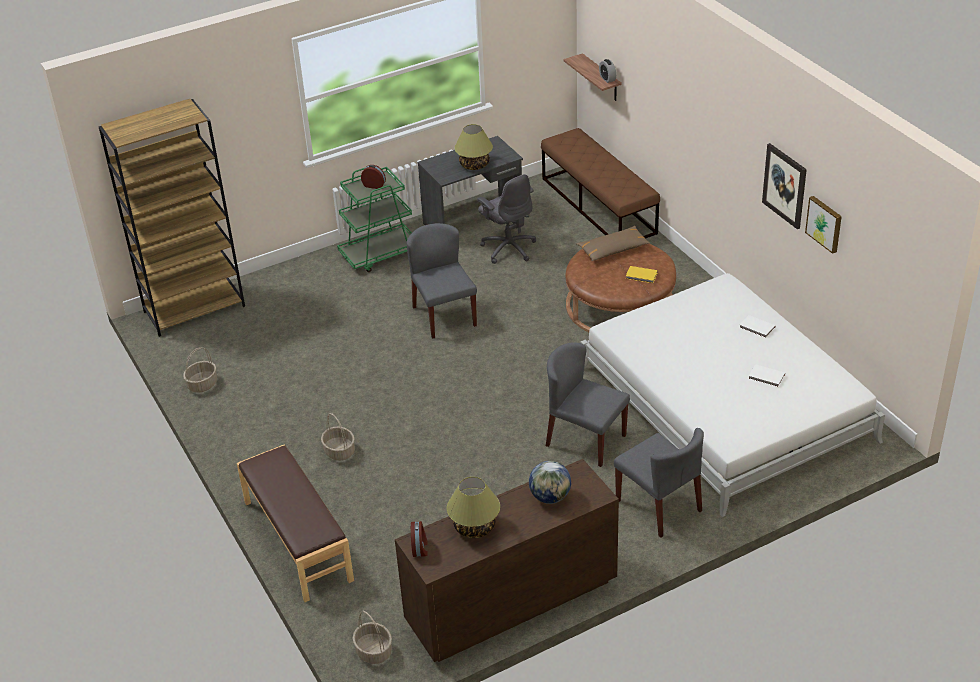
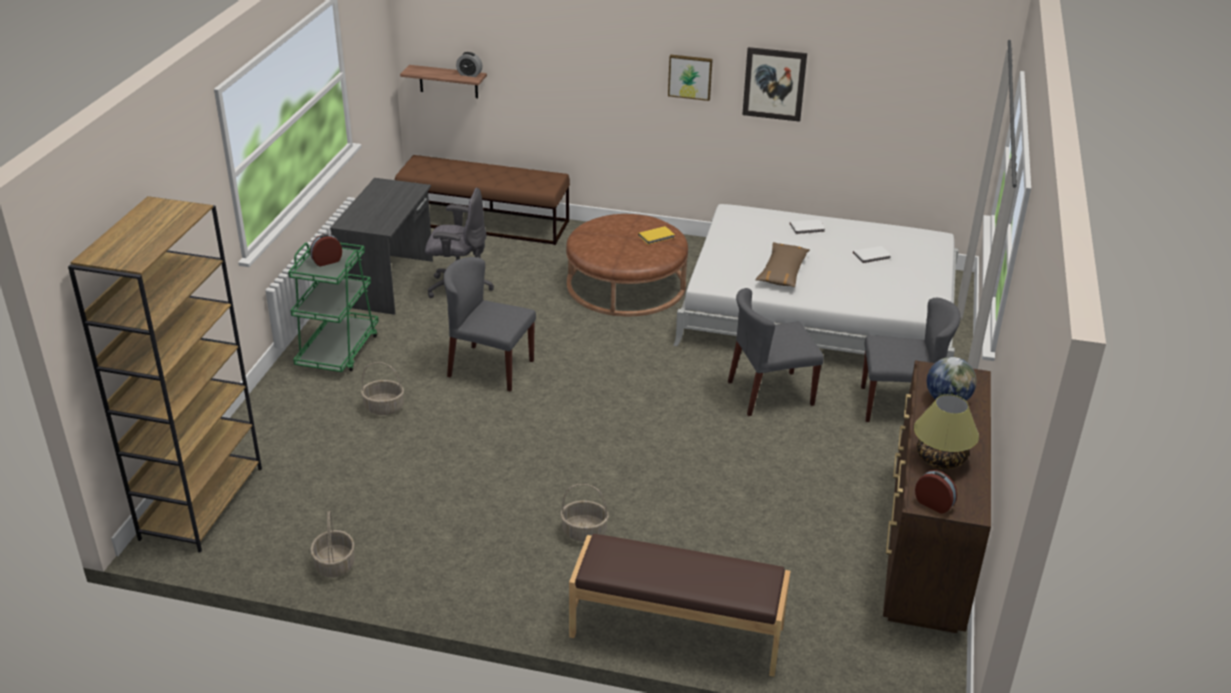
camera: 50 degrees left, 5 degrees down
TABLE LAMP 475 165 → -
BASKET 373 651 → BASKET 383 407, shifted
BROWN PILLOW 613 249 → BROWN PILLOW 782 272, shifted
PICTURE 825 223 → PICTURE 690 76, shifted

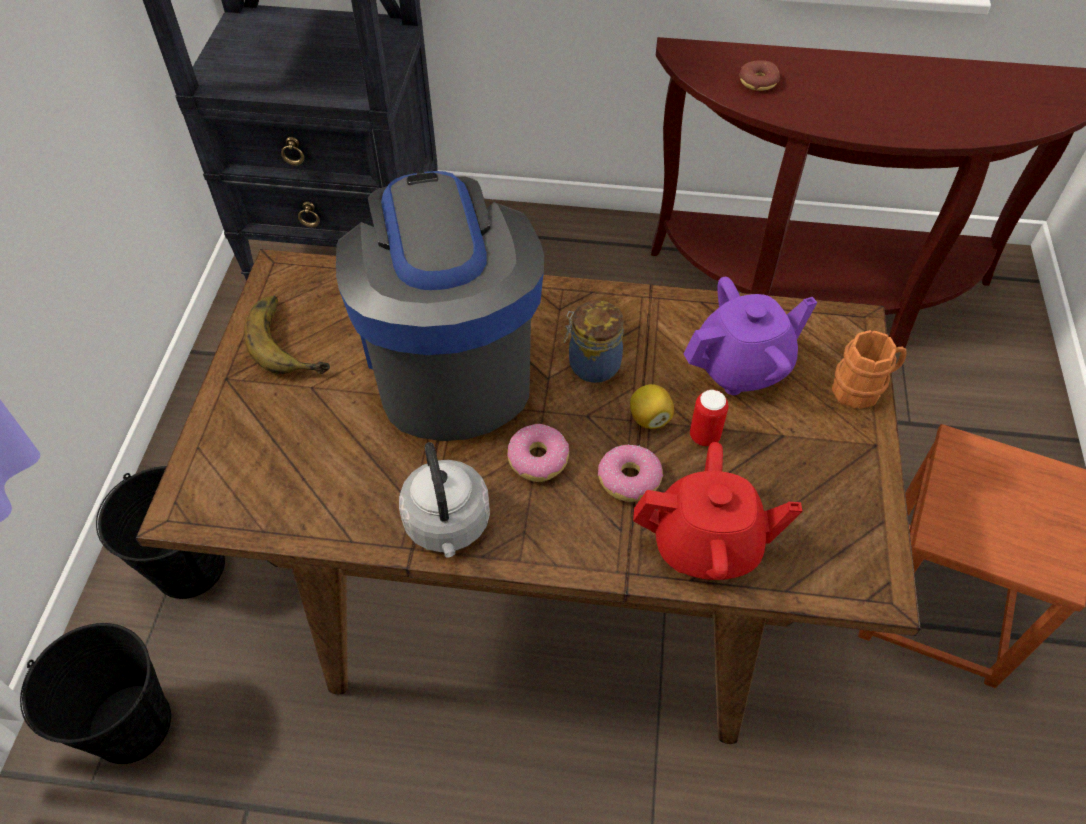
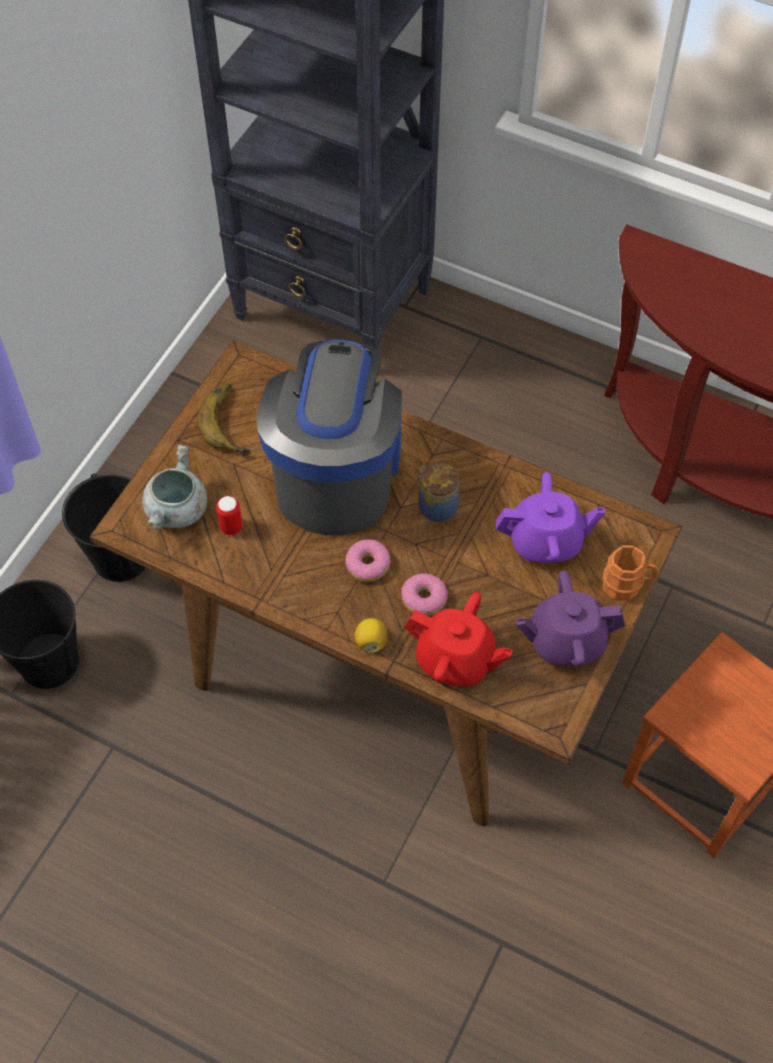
camera: 20 degrees right, 5 degrees up
GREY KETTLE 448 526 → -
DONUT 758 82 → -
- → GREY COOKING POT 177 511
- → PURPLE TEAPOT 565 641
LEMON 649 418 → LEMON 371 642, shifted
CAN 704 436 → CAN 231 527, shifted

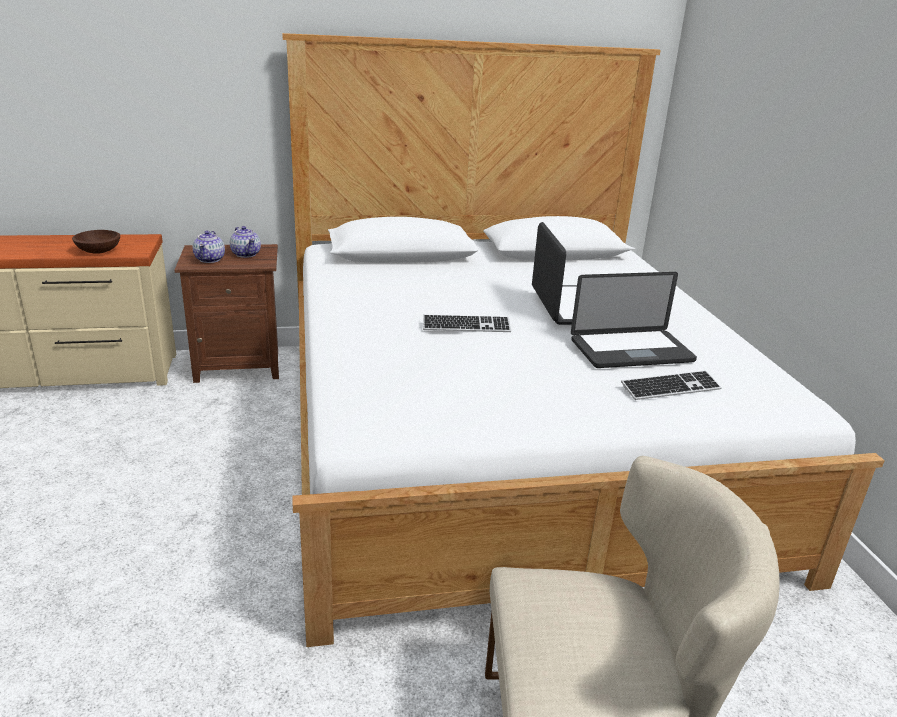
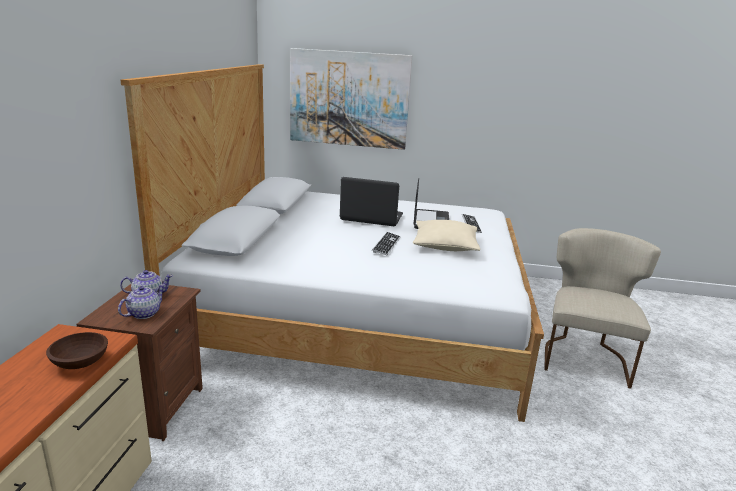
camera: 70 degrees left, 5 degrees down
- → PICTURE 349 99
- → BEIGE PILLOW 445 246
TEAPOT 210 259 → TEAPOT 143 314, 75 degrees counterclockwise

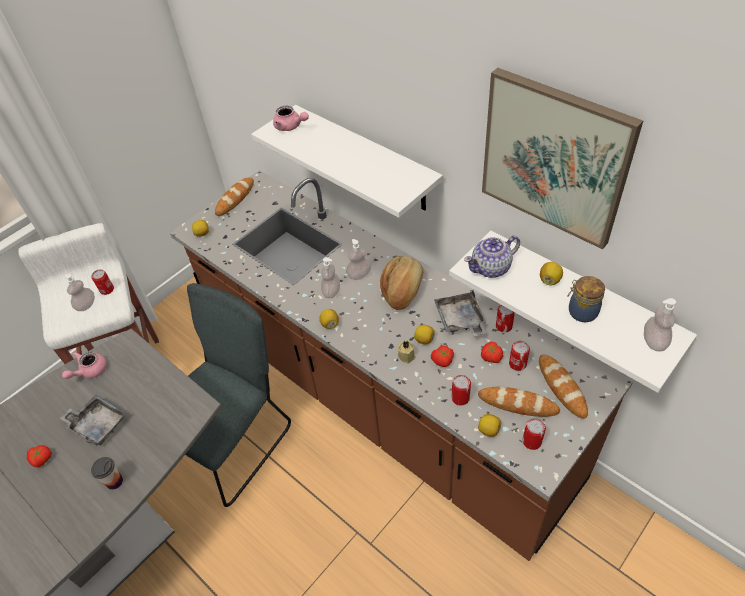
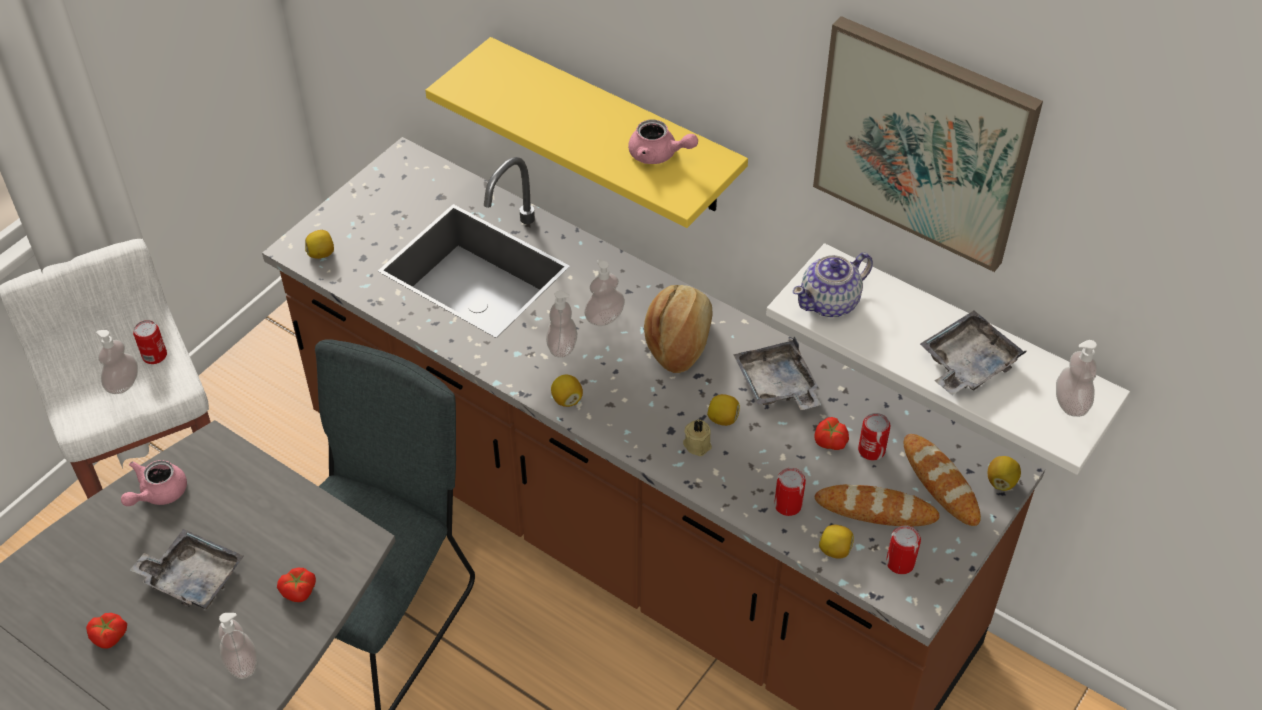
camera: 10 degrees left, 0 degrees up
BREAD 235 198 → -
CAN 504 326 → -
PINK TEAPOT 290 127 → PINK TEAPOT 658 155, shifted
TOMATO 443 361 → TOMATO 299 592, shifted
LEMON 549 280 → LEMON 1001 481, shifted
CUP 114 481 → SOAP DISPENSER 242 663
JAR 581 311 → GREY TRAY 967 364
WHITE SHELF 366 159 → YELLOW SHELF 614 128

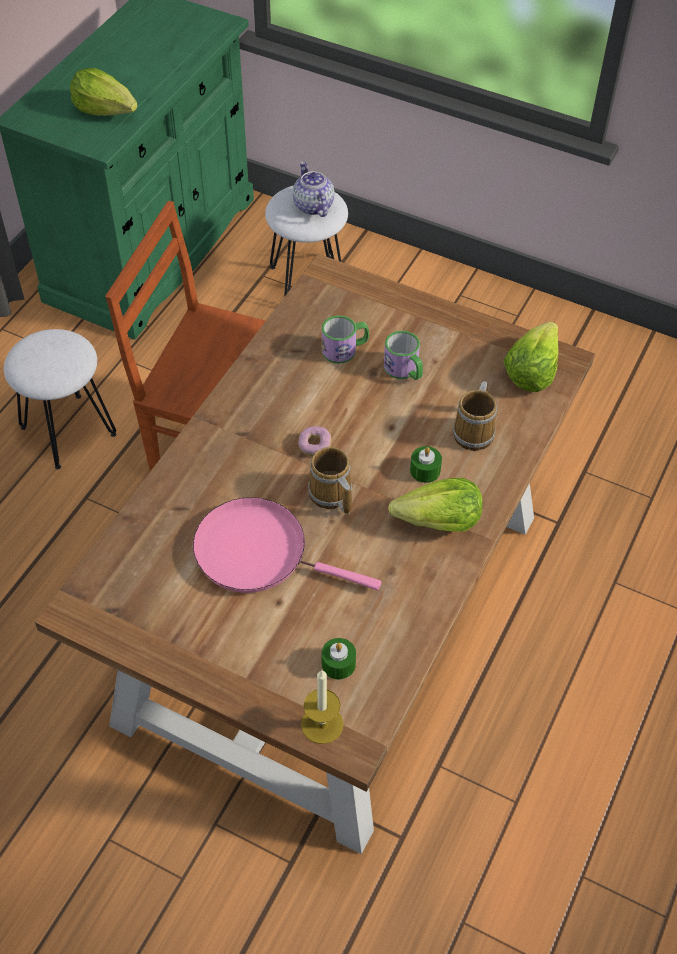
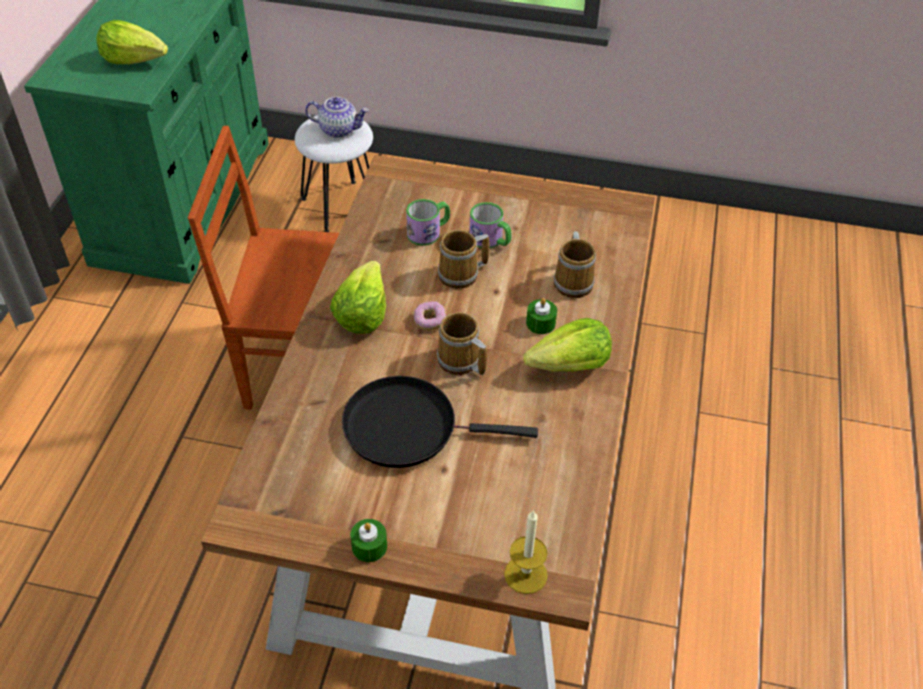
camera: 15 degrees left, 5 degrees down
WHITE STOOL 69 431 → -
- → MUG 461 275
GREEN CANDLE 338 664 → GREEN CANDLE 369 546, shifted
LETTUCE 531 370 → LETTUCE 362 313, shifted
PINK FRYING PAN 258 552 → BLACK FRYING PAN 408 427
TEAPOT 312 206 → TEAPOT 339 129, 135 degrees clockwise

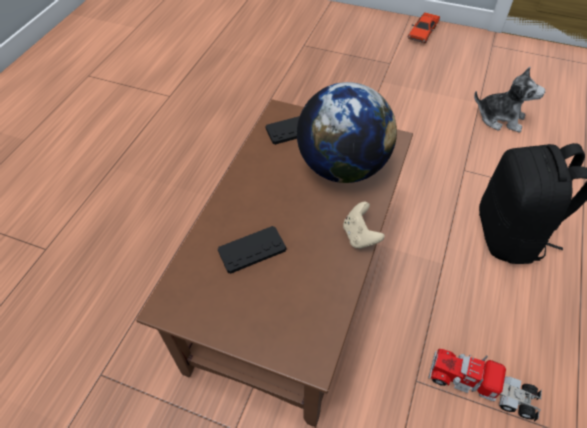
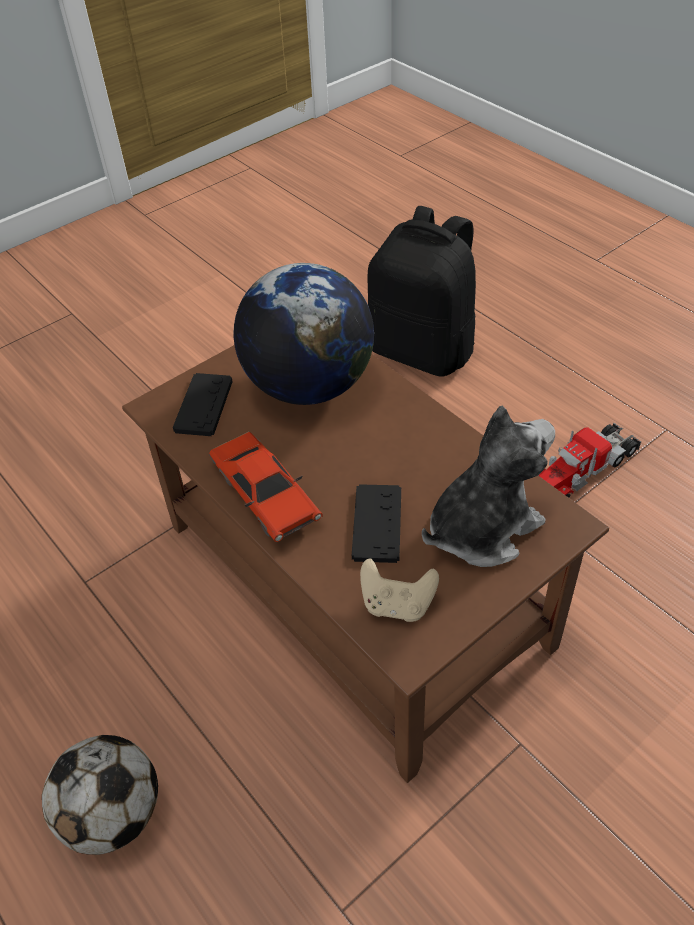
camera: 60 degrees left, 5 degrees down
- → FOOTBALL 114 813
BEIGE GAME CONTROLLER 360 236 → BEIGE GAME CONTROLLER 397 604, shifted
RED TOY CAR 423 32 → RED TOY CAR 265 495, shifted
PLUSH TOY 500 118 → PLUSH TOY 481 527, shifted

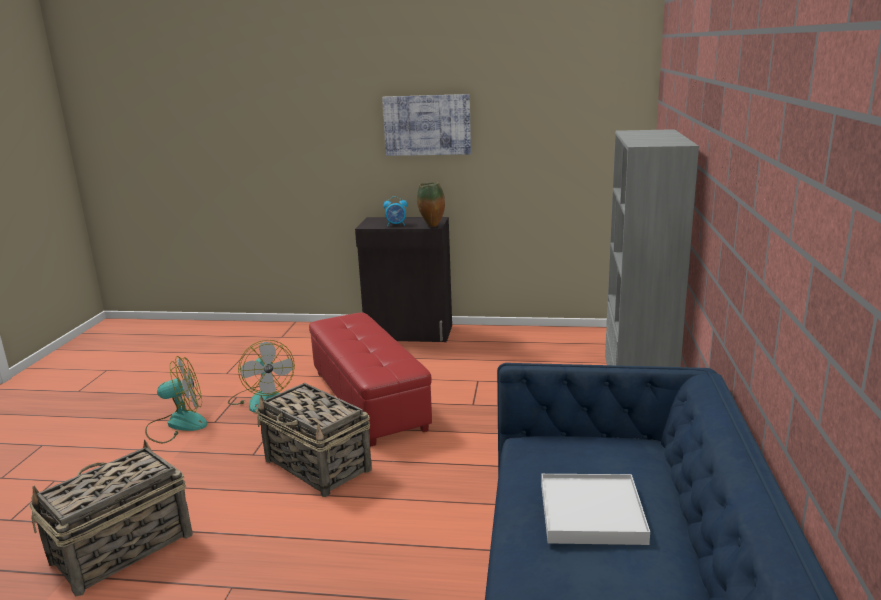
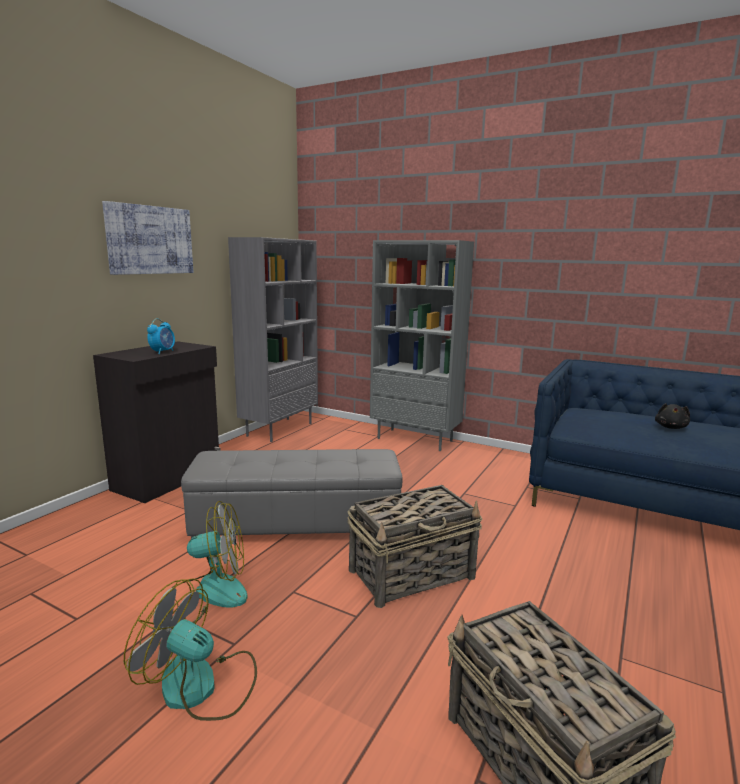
camera: 70 degrees left, 5 degrees down
VASE 431 226 → -
- → GREY BOOKCASE 279 429
WHITE TRAY 592 513 → BLACK PLUSH TOY 671 427
RED OTTOMAN 367 400 → GREY OTTOMAN 296 525
FAN 177 424 → FAN 201 687, 75 degrees counterclockwise

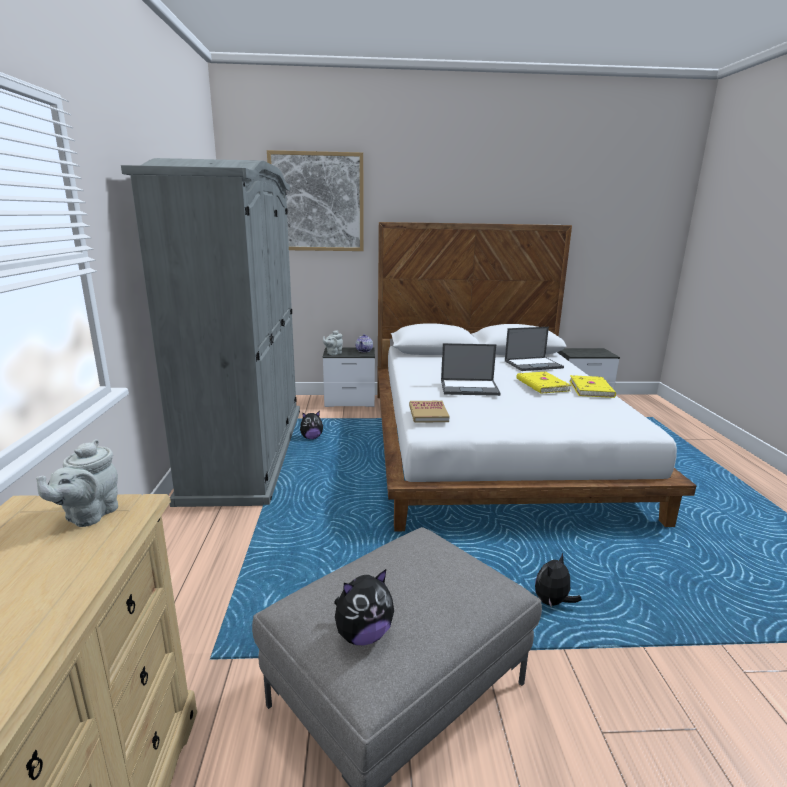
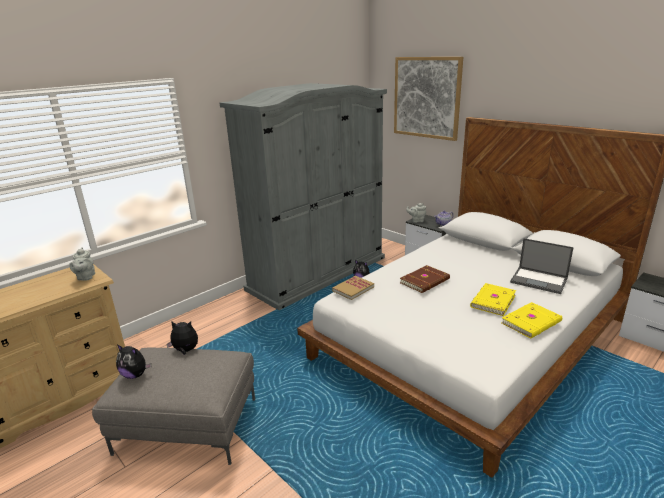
camera: 50 degrees right, 5 degrees up
PLUSH TOY 552 602 → PLUSH TOY 185 351, shifted
LAPTOP 470 388 → BROWN BOOK 425 281
GREY TEAPOT 89 515 → GREY TEAPOT 85 277, 75 degrees counterclockwise

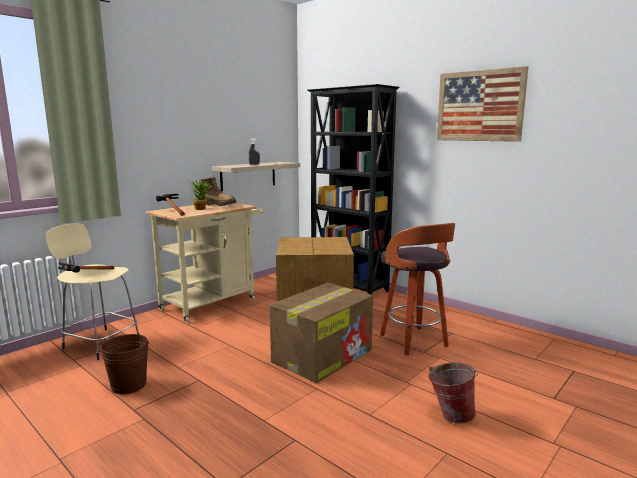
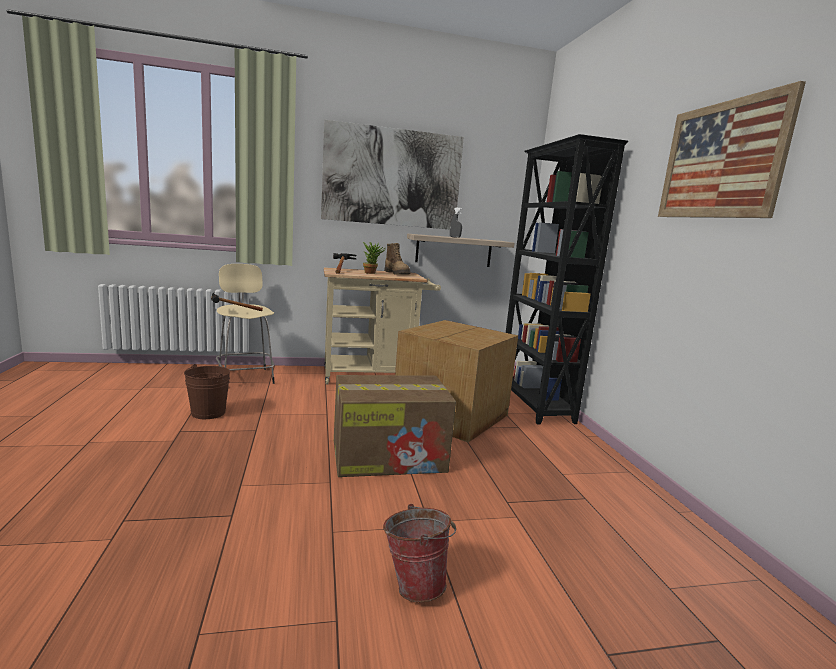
camera: 35 degrees right, 0 degrees up
STOOL 414 341 → -
- → PICTURE 392 177

